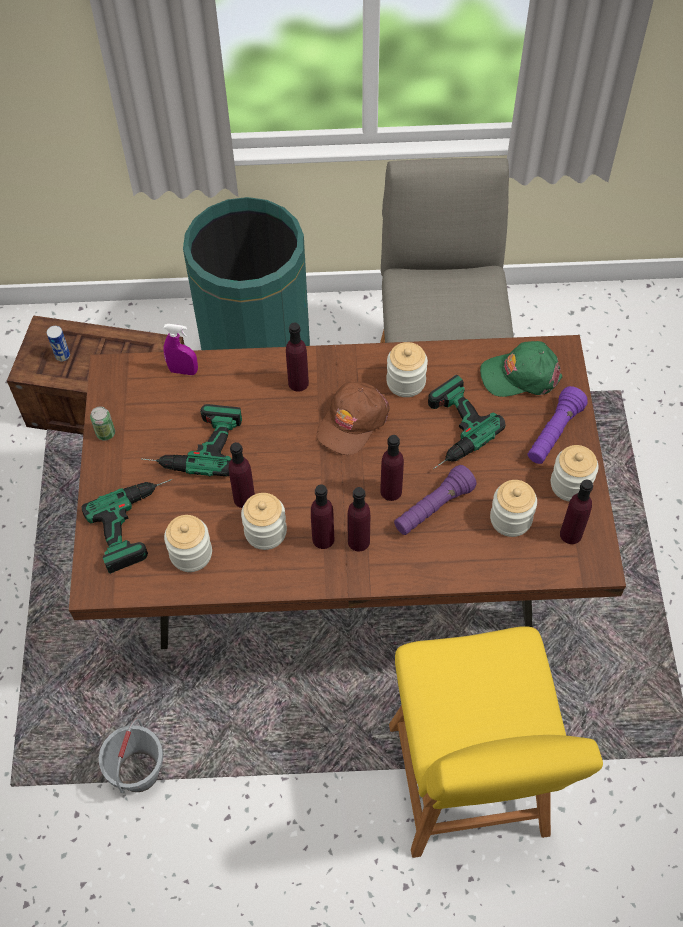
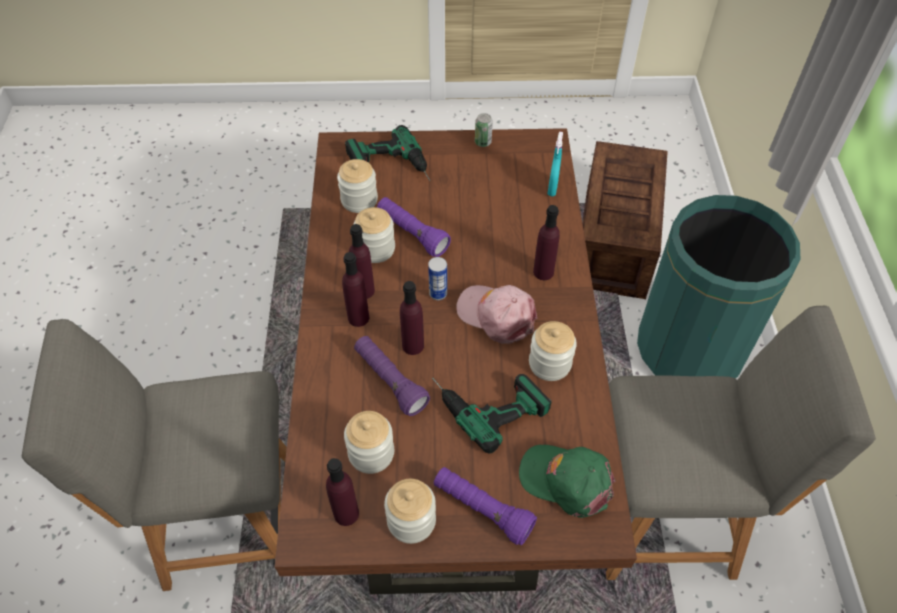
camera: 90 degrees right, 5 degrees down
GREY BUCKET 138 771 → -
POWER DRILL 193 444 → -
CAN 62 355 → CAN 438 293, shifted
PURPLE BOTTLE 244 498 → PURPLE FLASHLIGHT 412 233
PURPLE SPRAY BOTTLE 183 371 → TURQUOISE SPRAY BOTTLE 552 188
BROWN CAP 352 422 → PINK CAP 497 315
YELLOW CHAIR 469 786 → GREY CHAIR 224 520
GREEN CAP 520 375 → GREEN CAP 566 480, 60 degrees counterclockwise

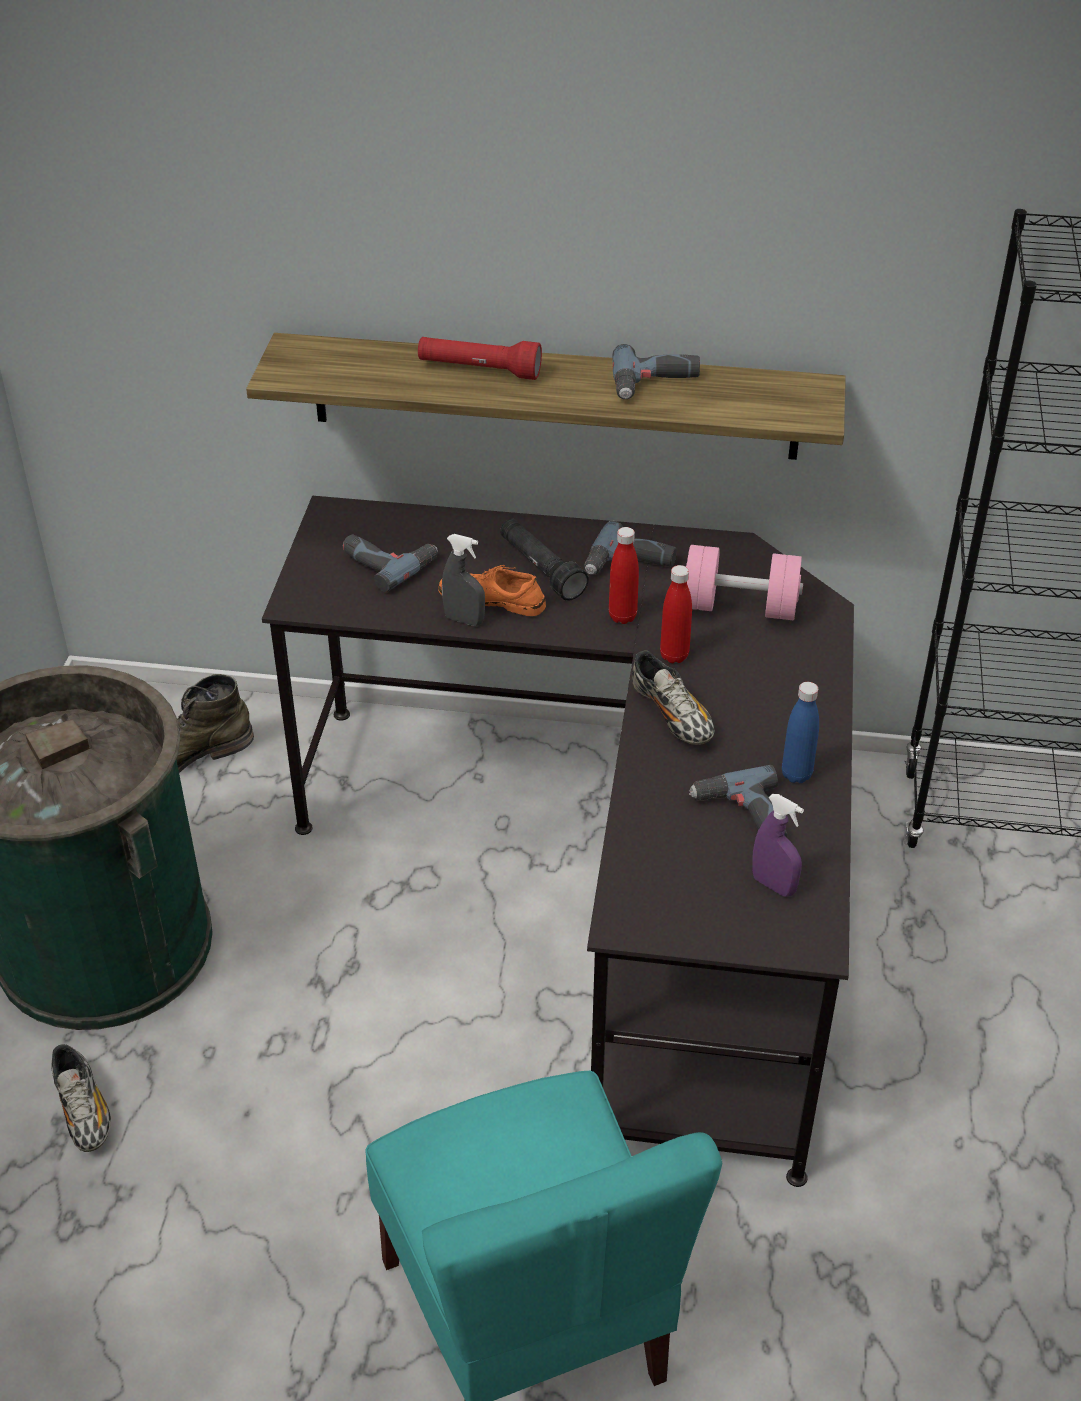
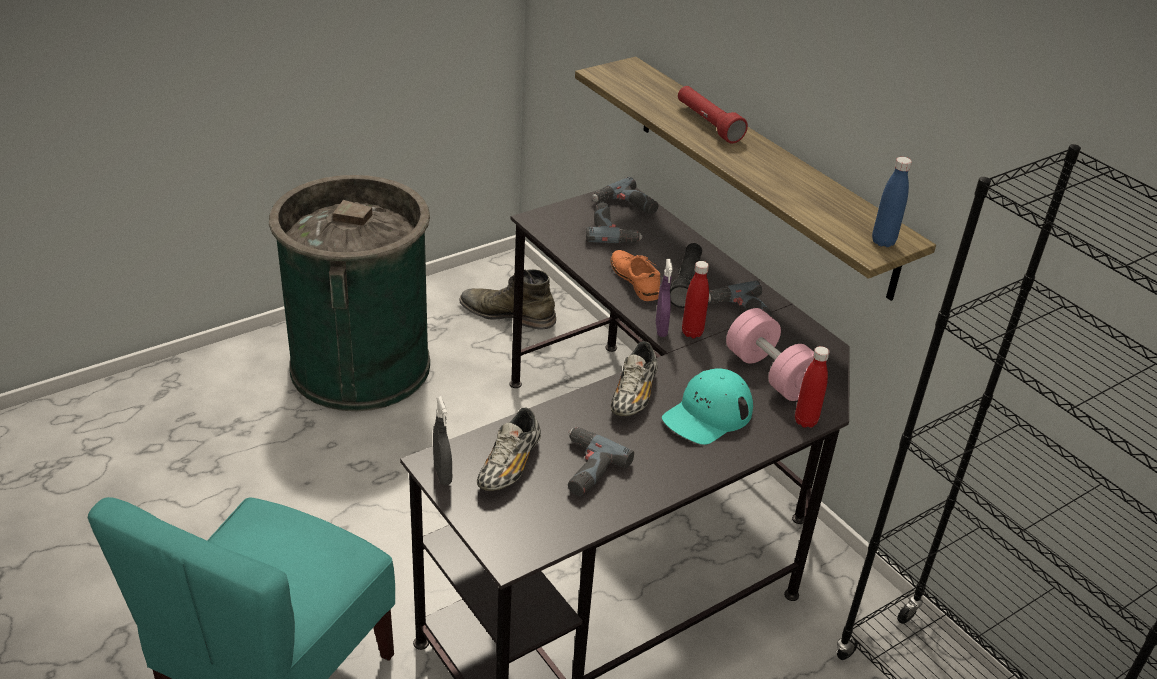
camera: 45 degrees right, 5 degrees down
- → TURQUOISE CAP 707 415
SHOE 84 1110 → SHOE 509 466, shifted
GREY SPRAY BOTTLE 464 620 → GREY SPRAY BOTTLE 442 474, shifted
POWER DRILL 655 384 → POWER DRILL 626 206, shifted
RED BOTTLE 674 656 → RED BOTTLE 805 421, shifted
PURPLE SPRAY BOTTLE 773 885 → PURPLE SPRAY BOTTLE 661 329, shifted
BLUE BOTTLE 796 774 → BLUE BOTTLE 883 242, shifted

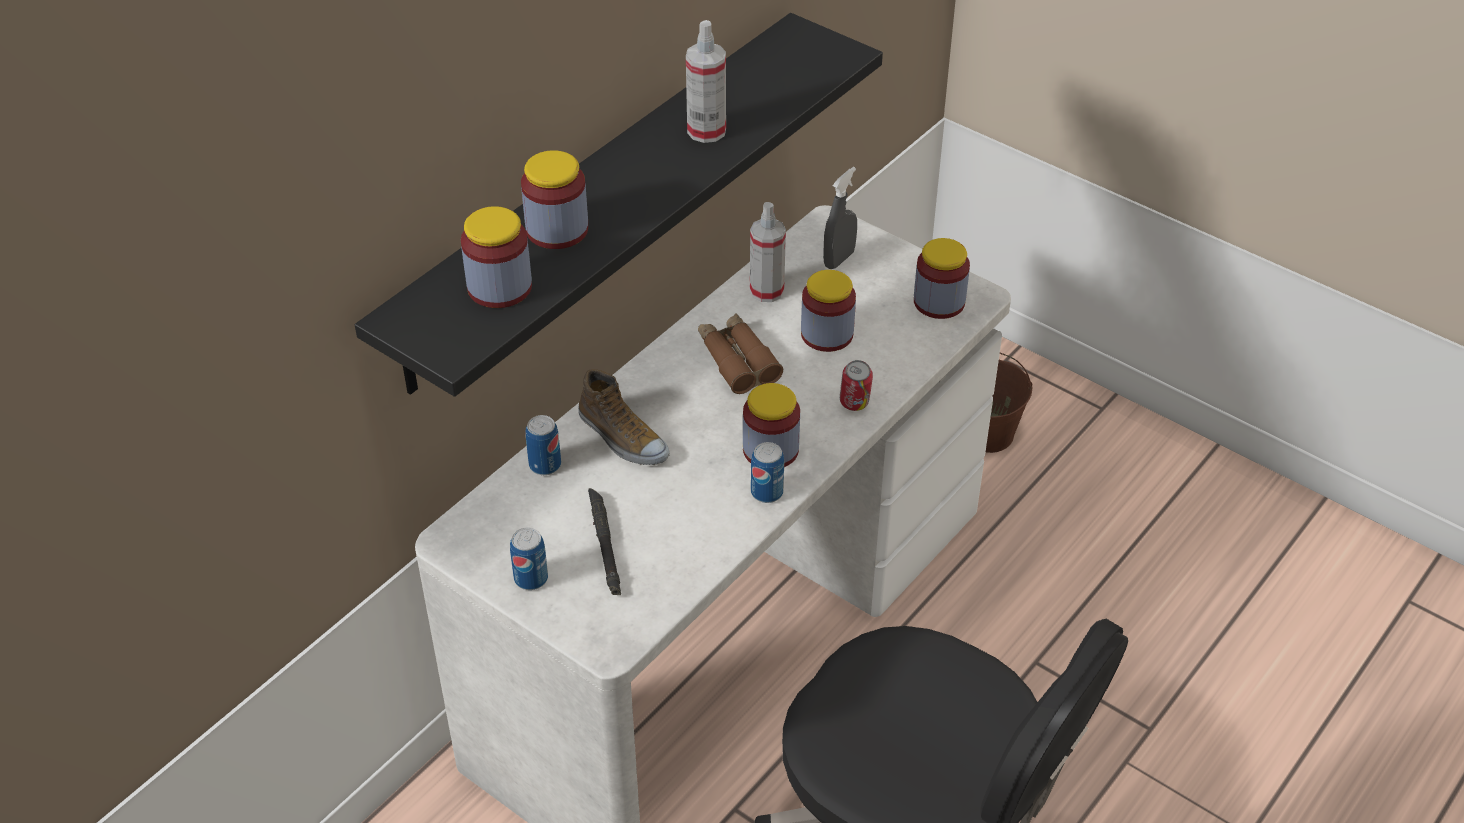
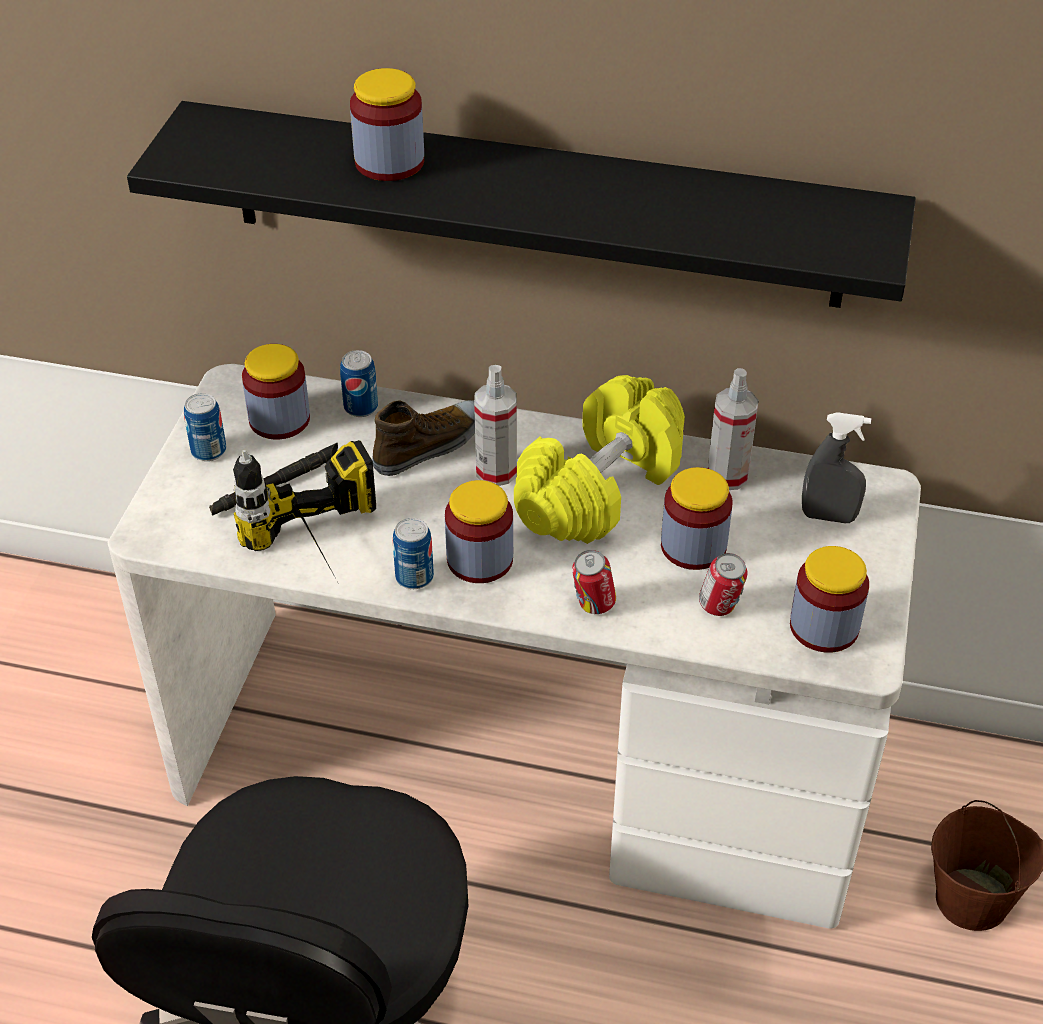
camera: 65 degrees right, 0 degrees up
- → POWER DRILL 323 558
- → CAN 719 608
JAR 499 287 → JAR 279 419, shifted
SPRAY BOTTLE 706 131 → SPRAY BOTTLE 496 471, shifted
BROWN BINOCULARS 737 360 → YELLOW DUMBBELL 599 489
SHOE 622 438 → SHOE 430 445, 150 degrees counterclockwise

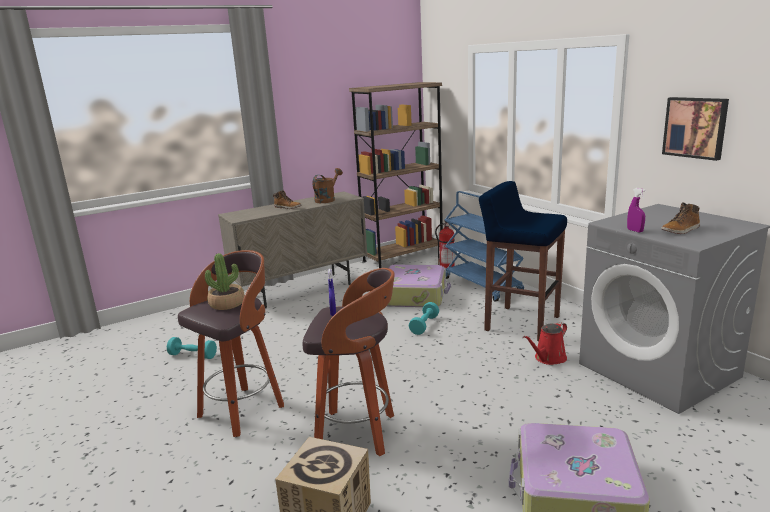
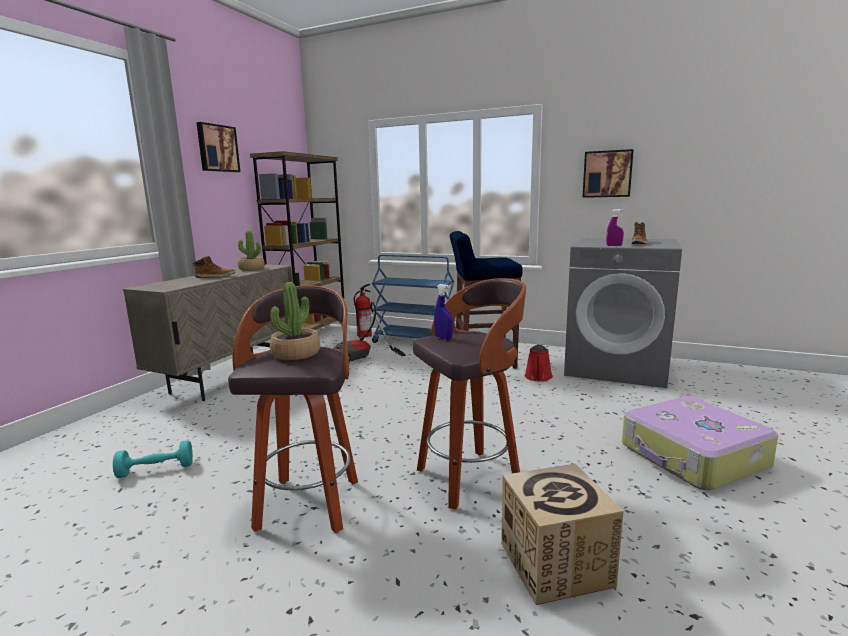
camera: 35 degrees left, 5 degrees down
TURQUOISE DUMBBELL 424 325 → -
- → PICTURE 217 148
BROWN WATERING CAN 327 199 → POTTED PLANT 251 269
SUITCASE 415 295 → VACUUM CLEANER 363 359

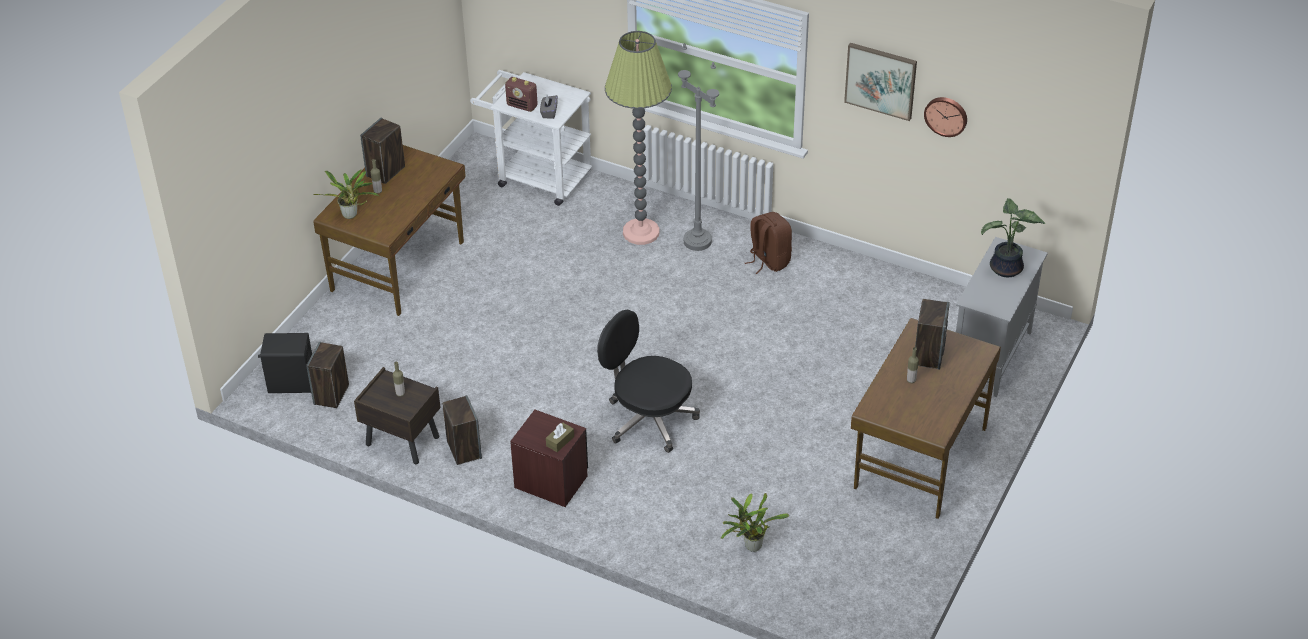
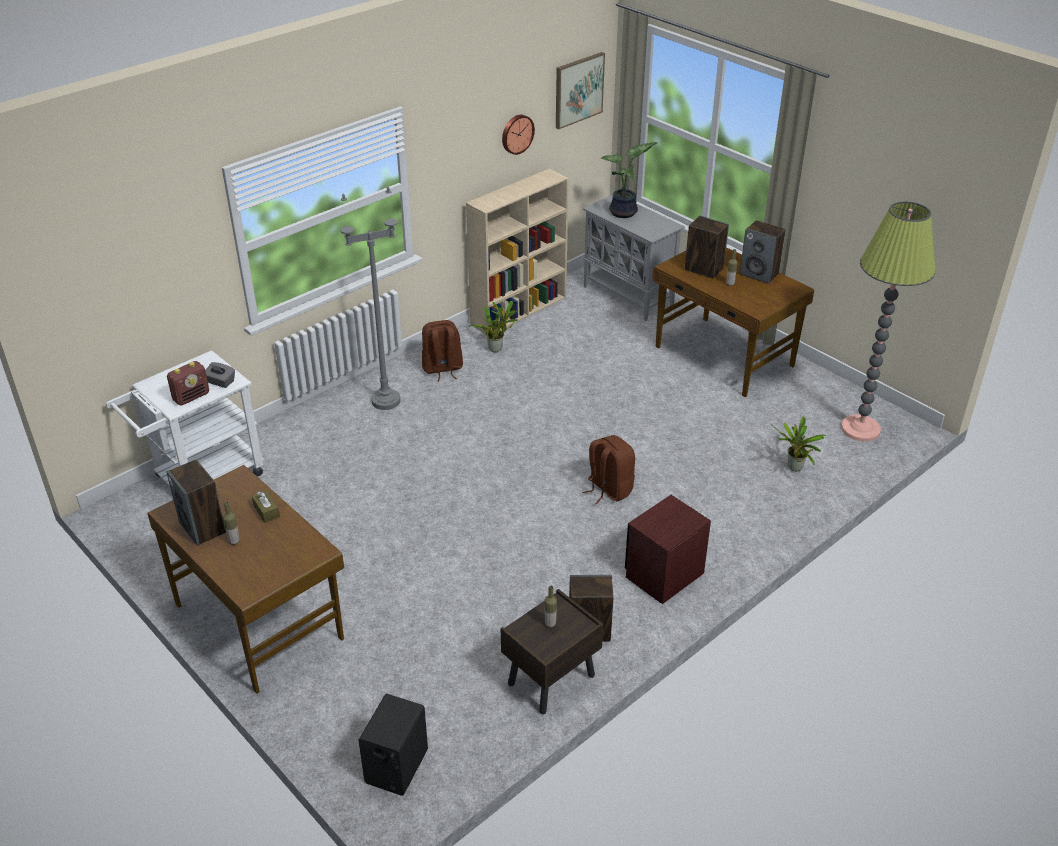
camera: 70 degrees left, 5 degrees down
- → BEIGE BOOKCASE 519 310
SPEAKER 331 395 → SPEAKER 759 274, shifted
POTTED PLANT 351 216 → POTTED PLANT 497 349, shifted
BROWN TISSUE BOX 560 441 → BROWN TISSUE BOX 266 511, shifted
FLOOR LAMP 641 232 → FLOOR LAMP 860 429, shifted
PICTURE 881 80 → PICTURE 578 90, shifted
BLACK OFFICE CHAIR 648 419 → BROWN BACKPACK 608 489

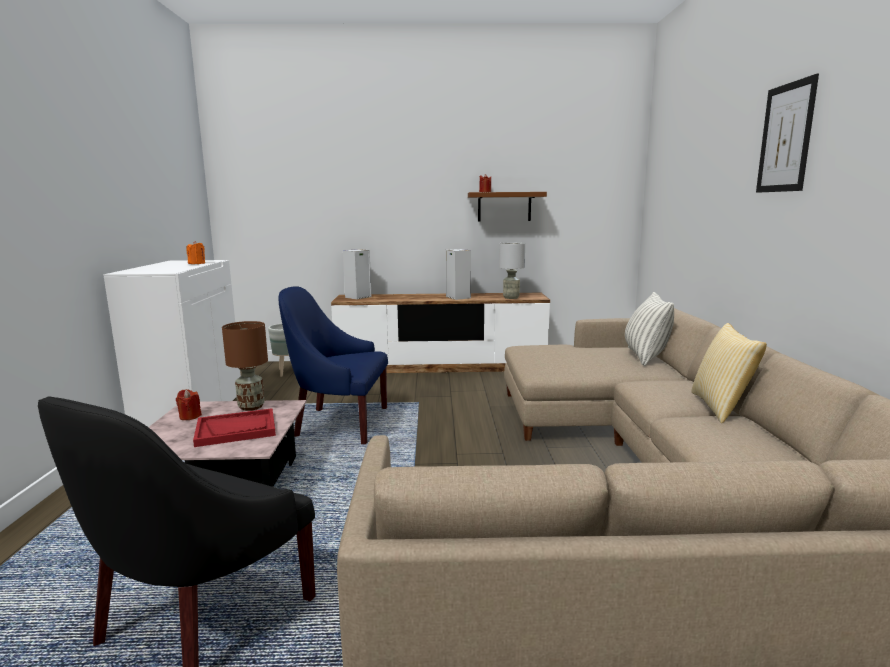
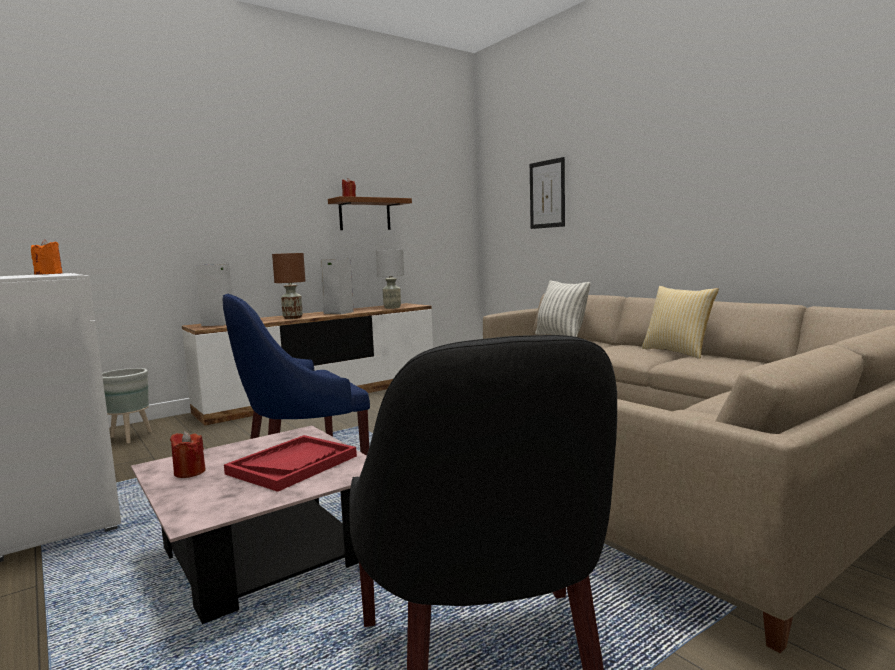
camera: 35 degrees left, 5 degrees down
BROWN TABLE LAMP 251 407 → BROWN TABLE LAMP 292 318, shifted
PICTURE 785 138 → PICTURE 547 194, shifted

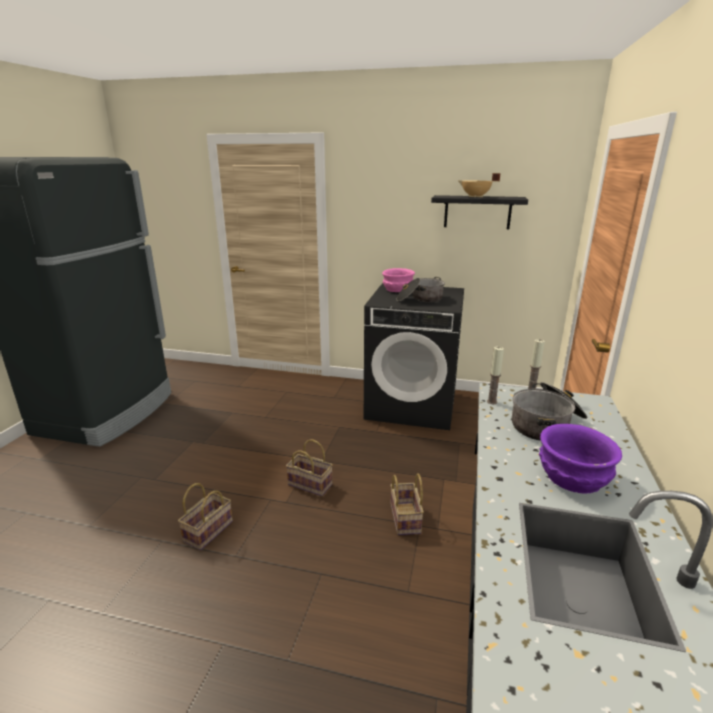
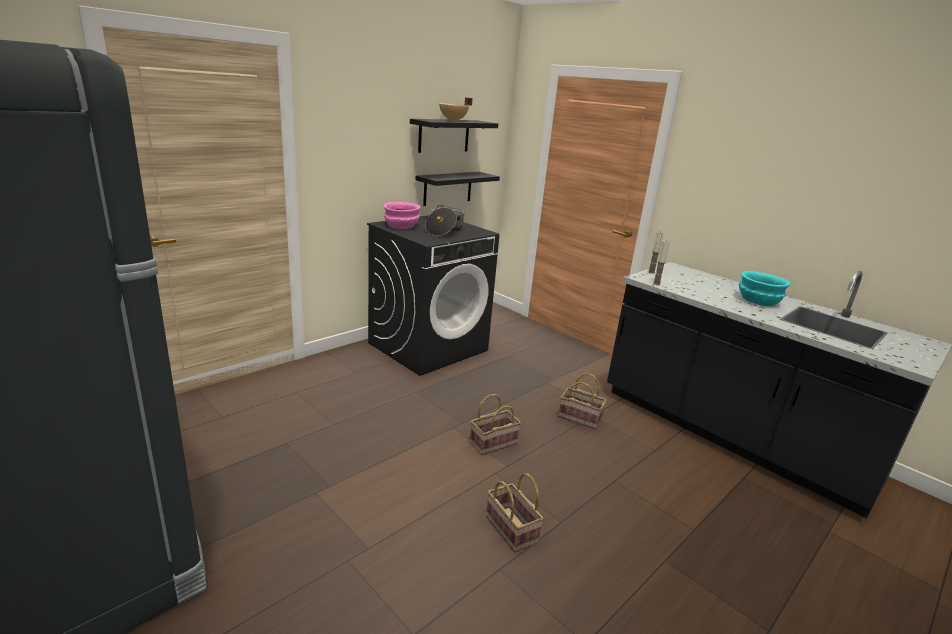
camera: 60 degrees left, 0 degrees up
COOKING POT 546 424 → -
- → BLACK SHELF 448 188
PURPLE BOWL 572 477 → TURQUOISE BOWL 757 301

